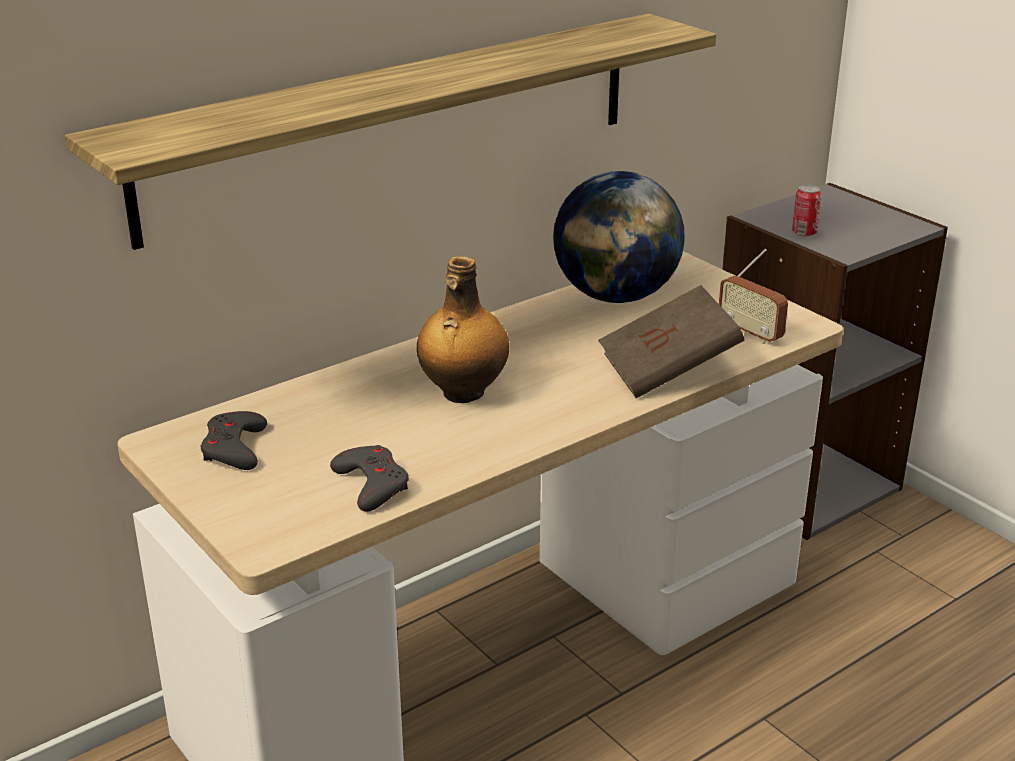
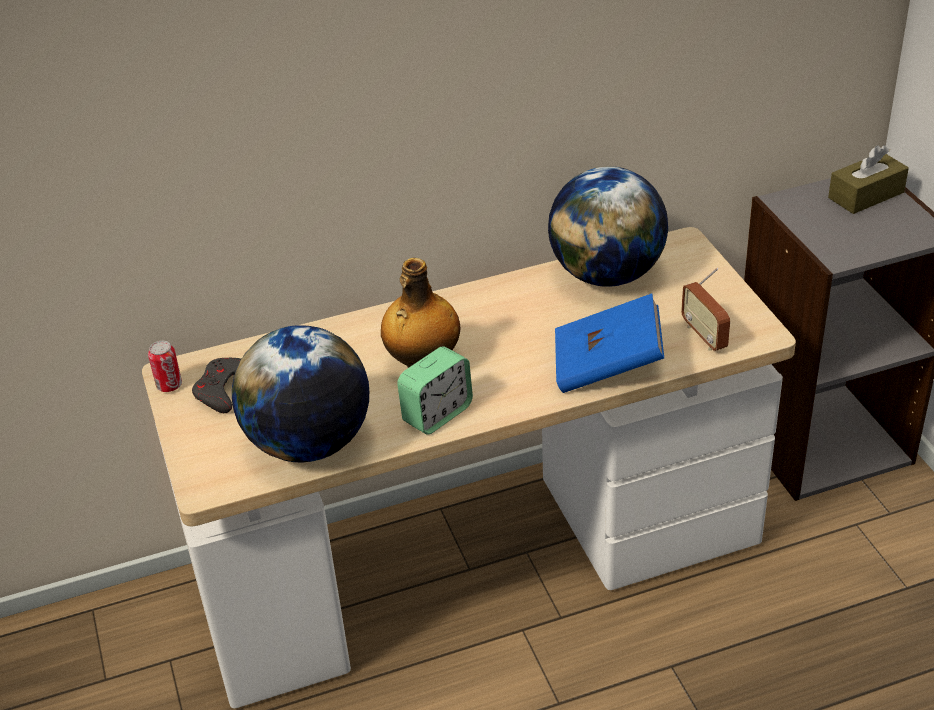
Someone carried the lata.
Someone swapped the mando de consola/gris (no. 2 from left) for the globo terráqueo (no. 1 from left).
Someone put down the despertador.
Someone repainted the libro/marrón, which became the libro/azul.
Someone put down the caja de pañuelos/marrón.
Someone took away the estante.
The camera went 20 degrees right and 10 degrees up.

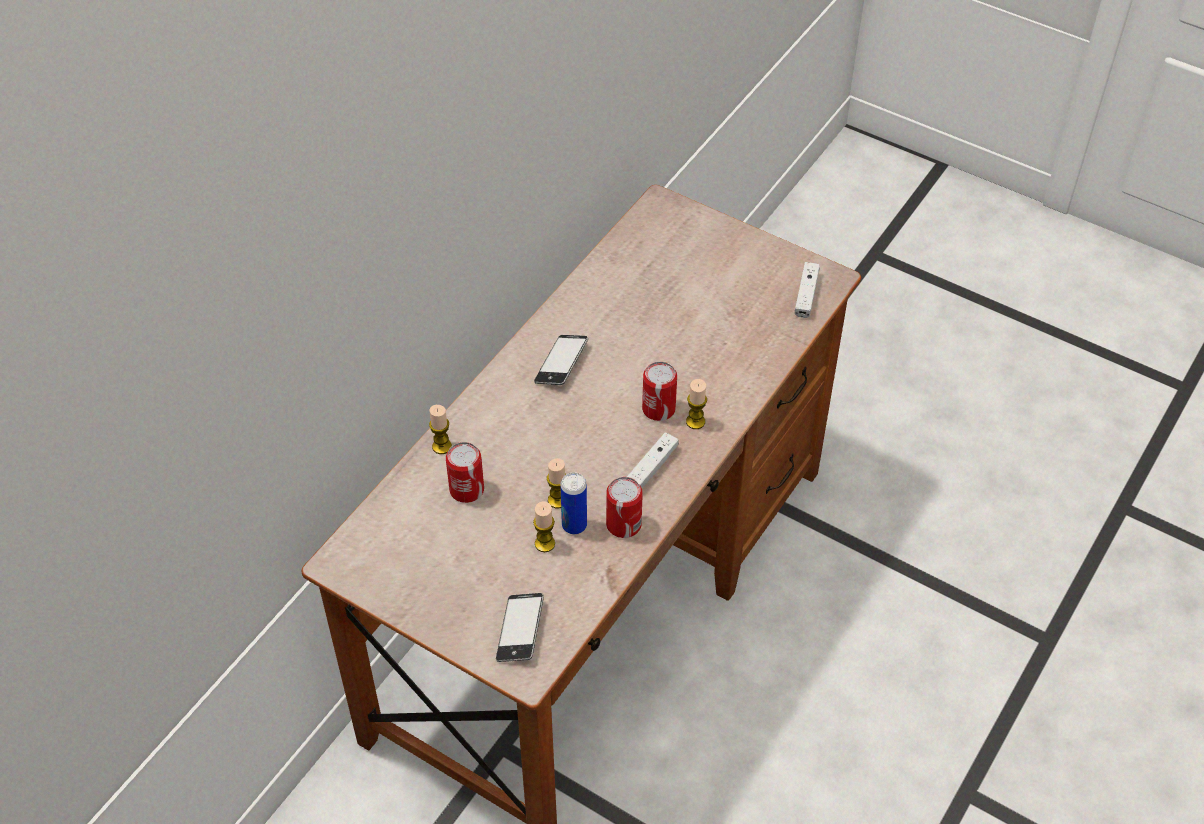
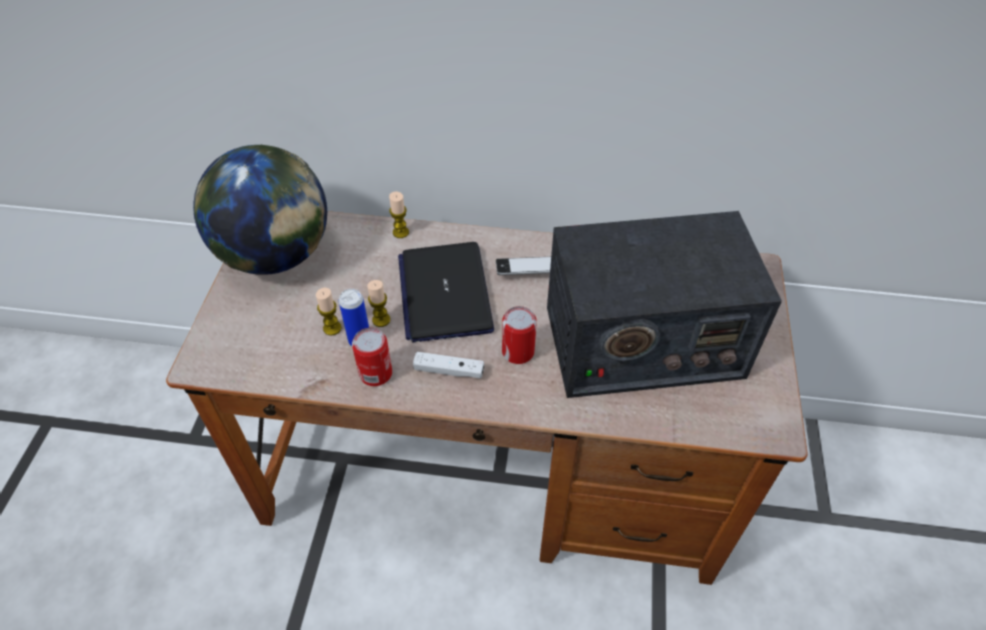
Someone put down the globo terráqueo.
Someone put down the portátil.
Someone put down the radio.
Someone took away the lata (no. 1 from left).
Someone took away the móvil (no. 1 from left).
Someone took away the vela (no. 4 from left).
Someone took away the mando de consola/blanco (no. 2 from left).
The camera went 65 degrees right and 0 degrees up.

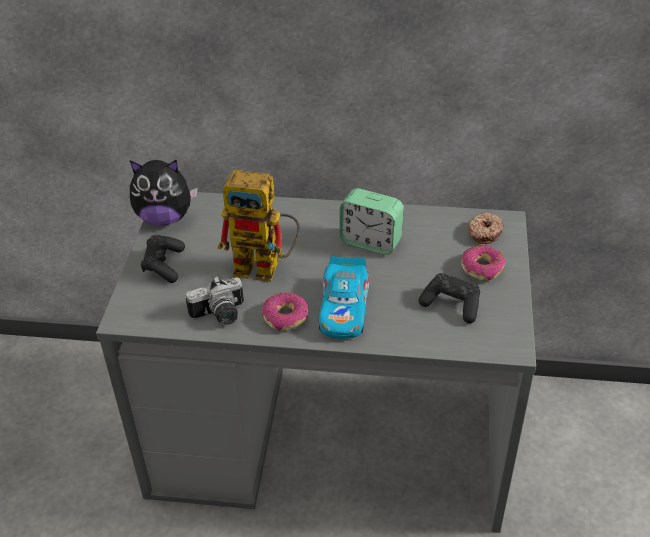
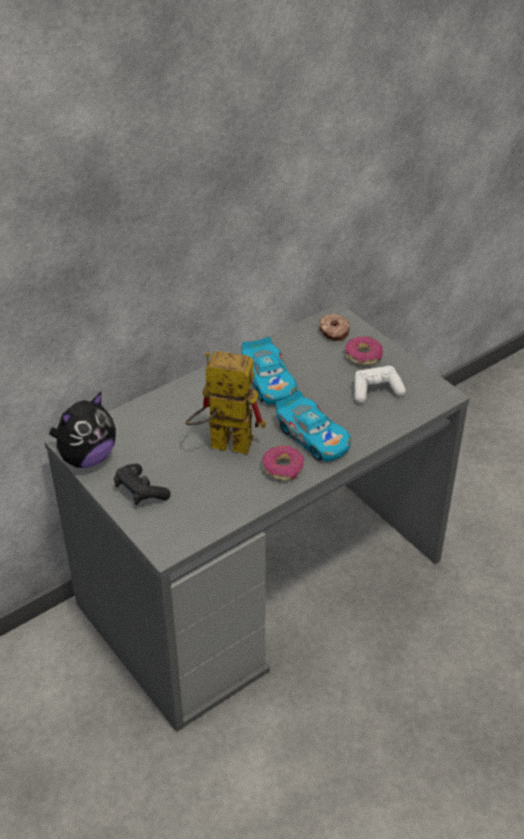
Someone rotated the robot de juguete by 135 degrees counterclockwise.
Someone swapped the despertador for the coche de juguete (no. 1 from left).
Someone repainted the mando de consola/negro (no. 2 from left), which became the mando de consola/blanco.
Someone took away the cámara.
The camera went 45 degrees left and 0 degrees up.

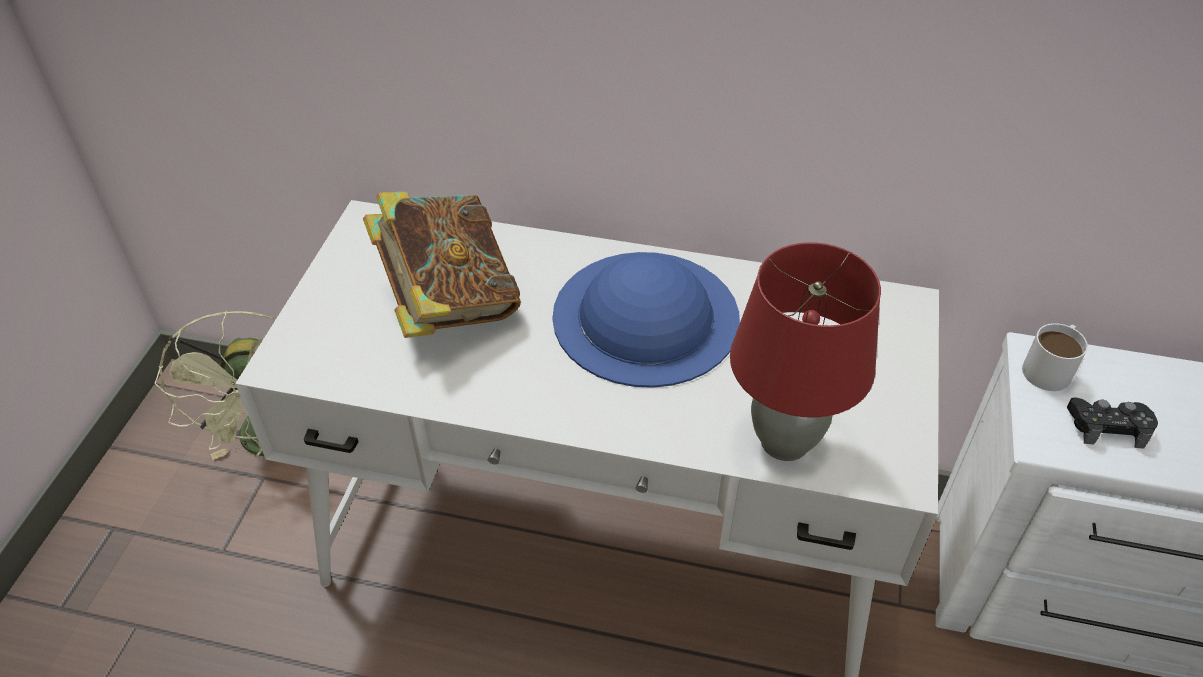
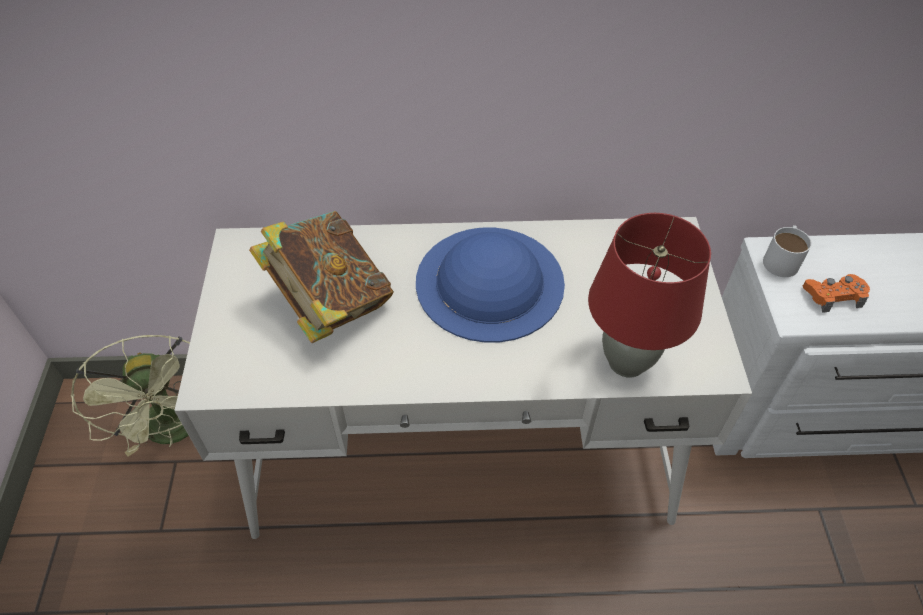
Someone repainted the mando de consola/negro, which became the mando de consola/naranja.
The camera went 15 degrees left and 5 degrees up.

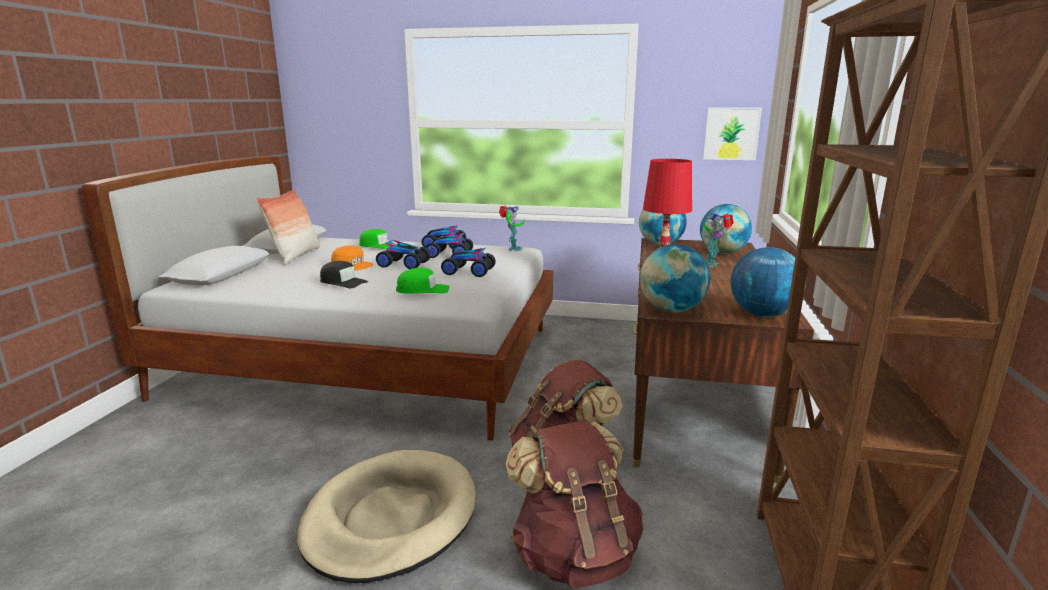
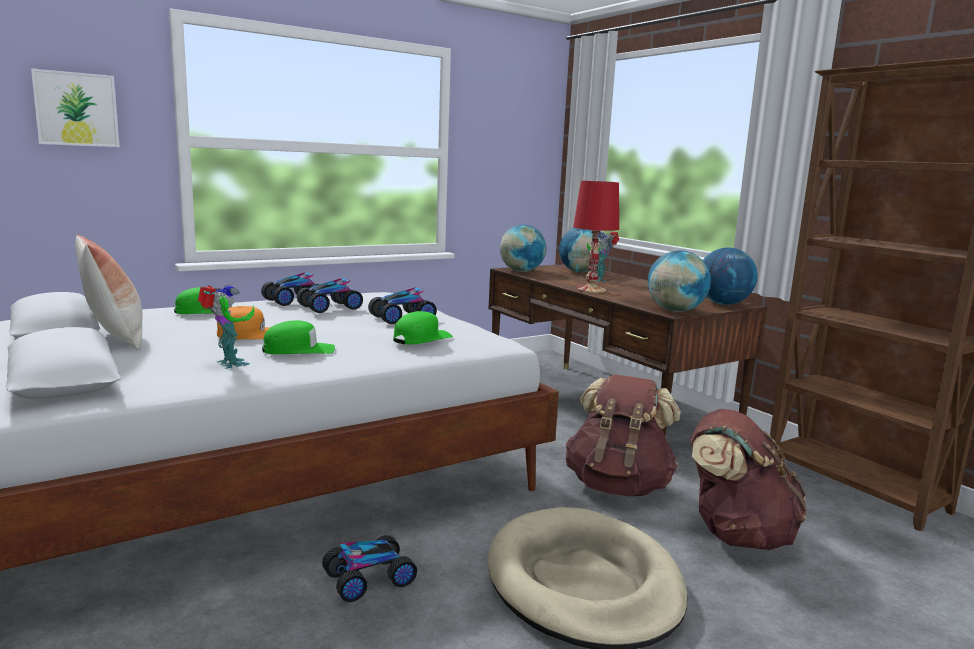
Someone carried the cuadro.
Someone carried the robot de juguete (no. 1 from left).
Someone repainted the gorra/negro, which became the gorra/verde (no. 2 from left).
Someone carried the coche de juguete (no. 1 from left in the first image).
The camera went 45 degrees left and 5 degrees down.

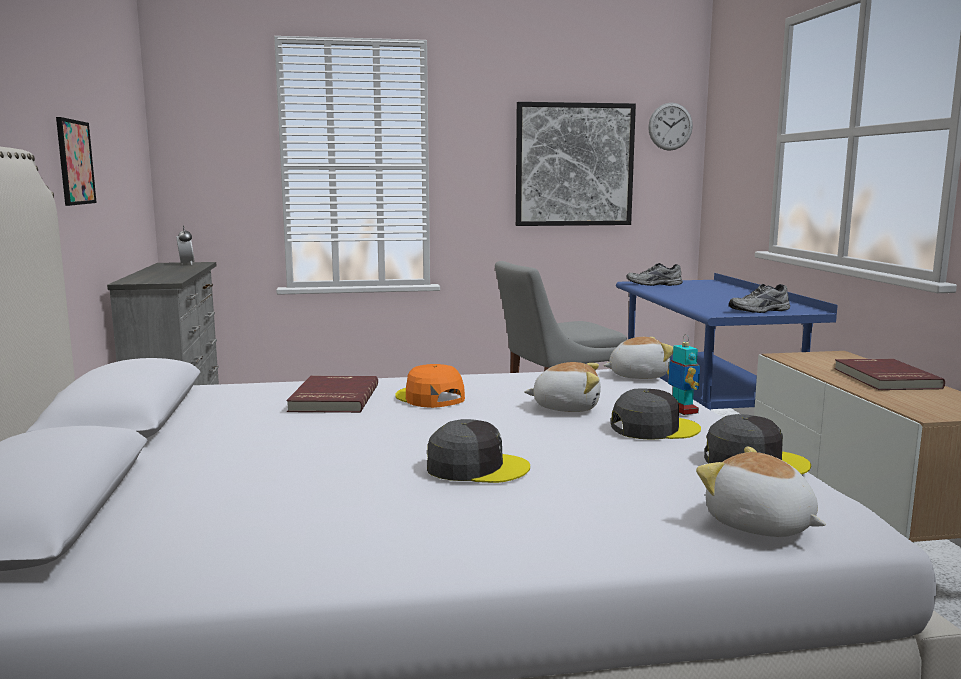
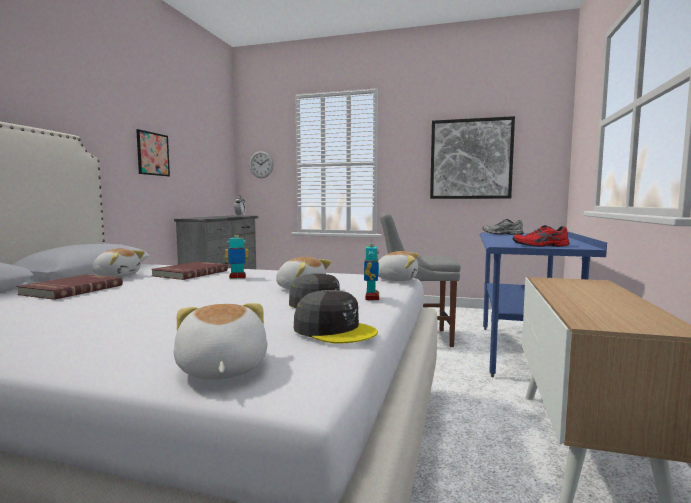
Someone carried the libro/rojo (no. 2 from left in the first image).
Someone put down the peluche (no. 1 from left).
Someone swapped the gorra/naranja for the robot de juguete (no. 1 from left).
Someone carried the reloj de pared.
Someone repainted the zapato/gris (no. 2 from left), which became the zapato/rojo.
Someone took away the gorra/gris (no. 1 from left).
The camera went 25 degrees right and 5 degrees down.

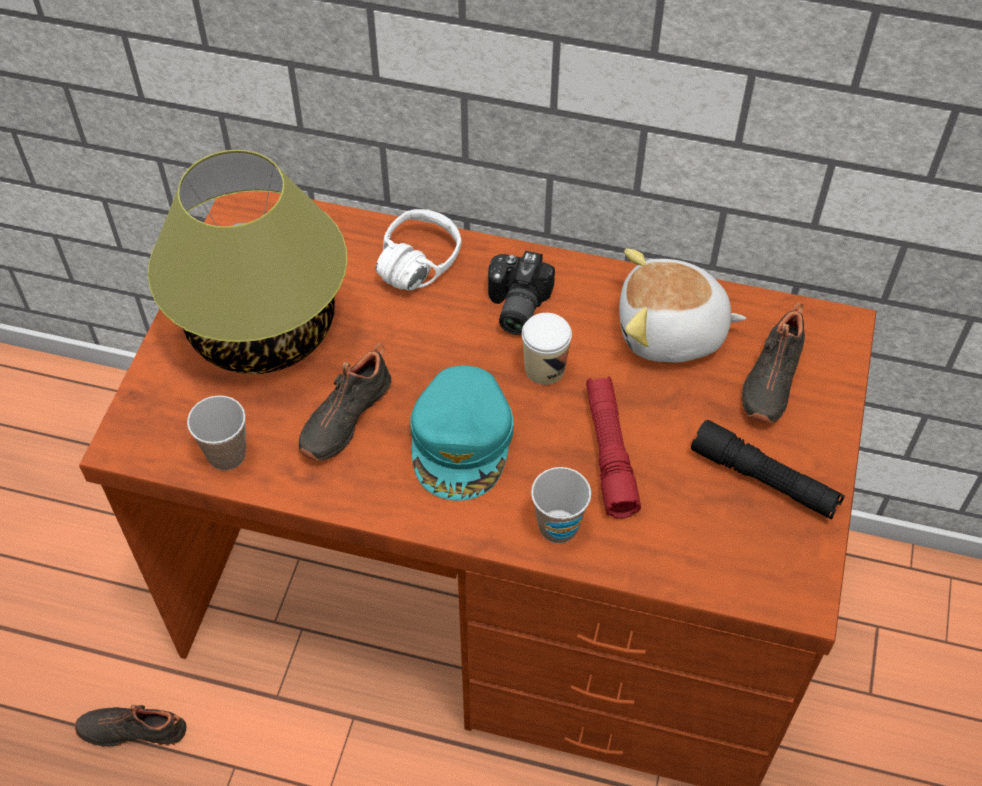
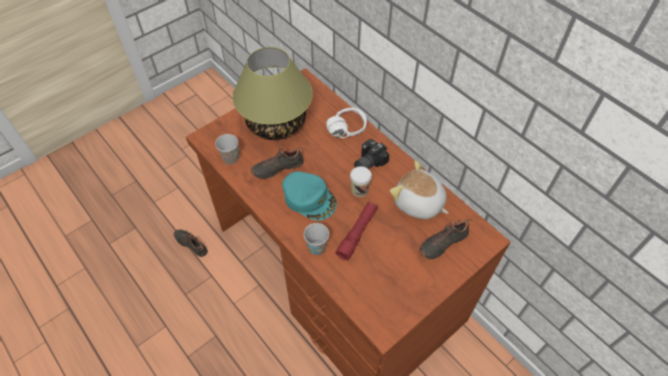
Someone rotated the gorra/turquesa by 90 degrees counterclockwise.
Someone took away the linterna/negro.
The camera went 35 degrees right and 0 degrees up.

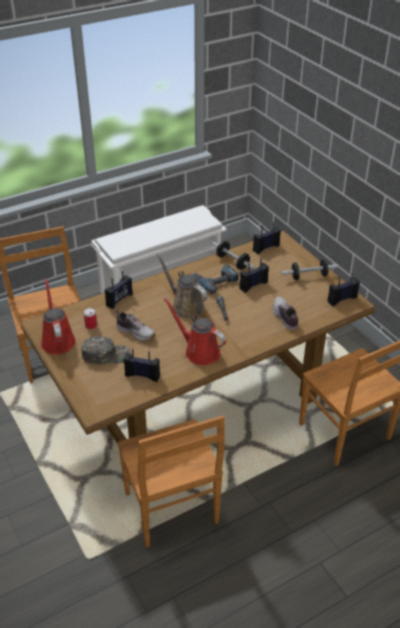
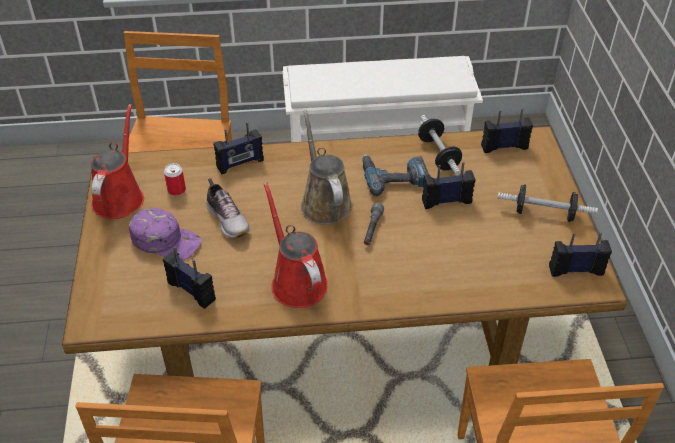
Someone repainted the gorra/verde, which became the gorra/morado.
Someone took away the zapato (no. 2 from left).
The camera went 25 degrees right and 5 degrees up.

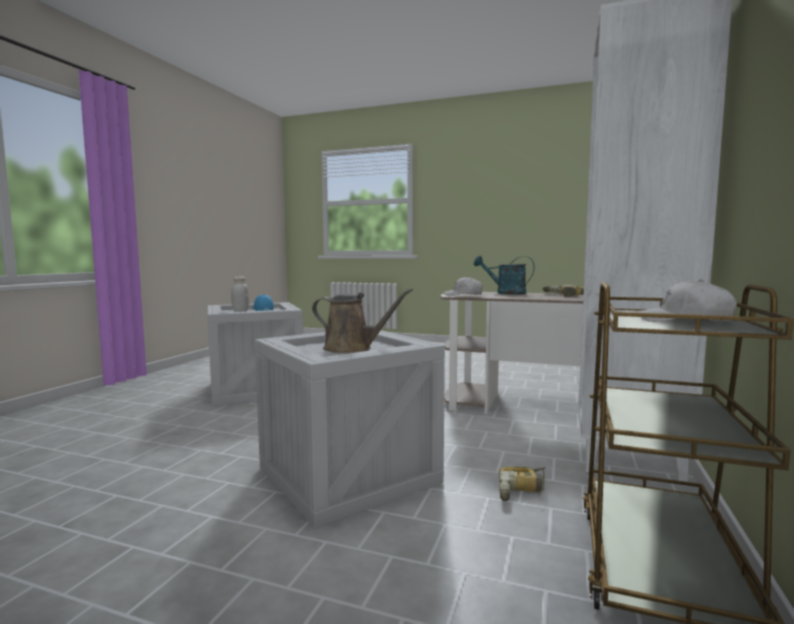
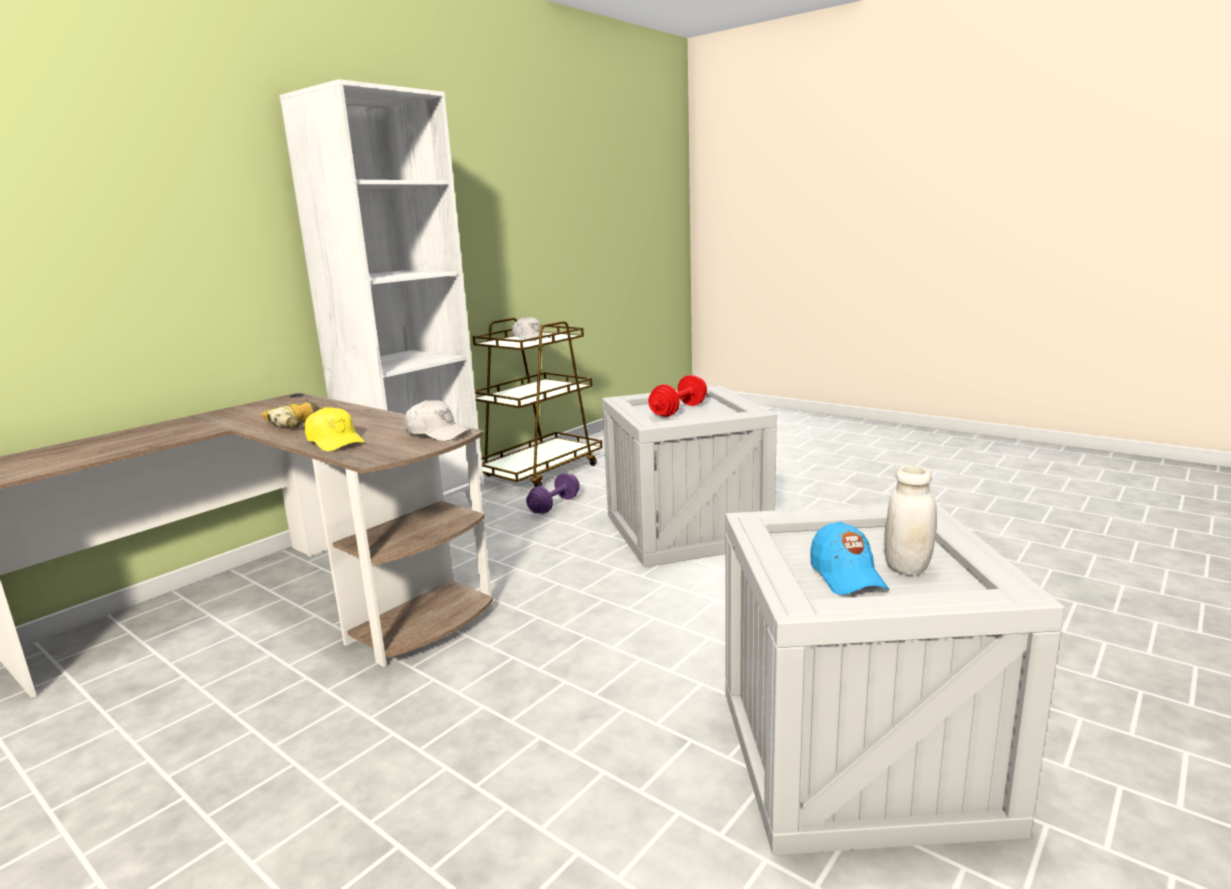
Someone swapped the regadera/turquesa for the gorra/amarillo.
Someone swapped the taladro (no. 1 from left) for the mancuerna/morado.
Someone swapped the regadera/marrón for the mancuerna/rojo.
The camera went 160 degrees left and 10 degrees up.

